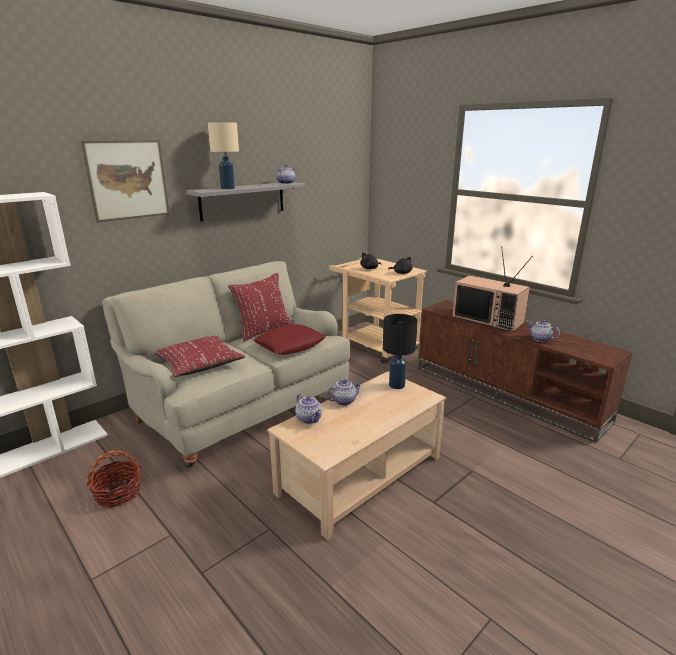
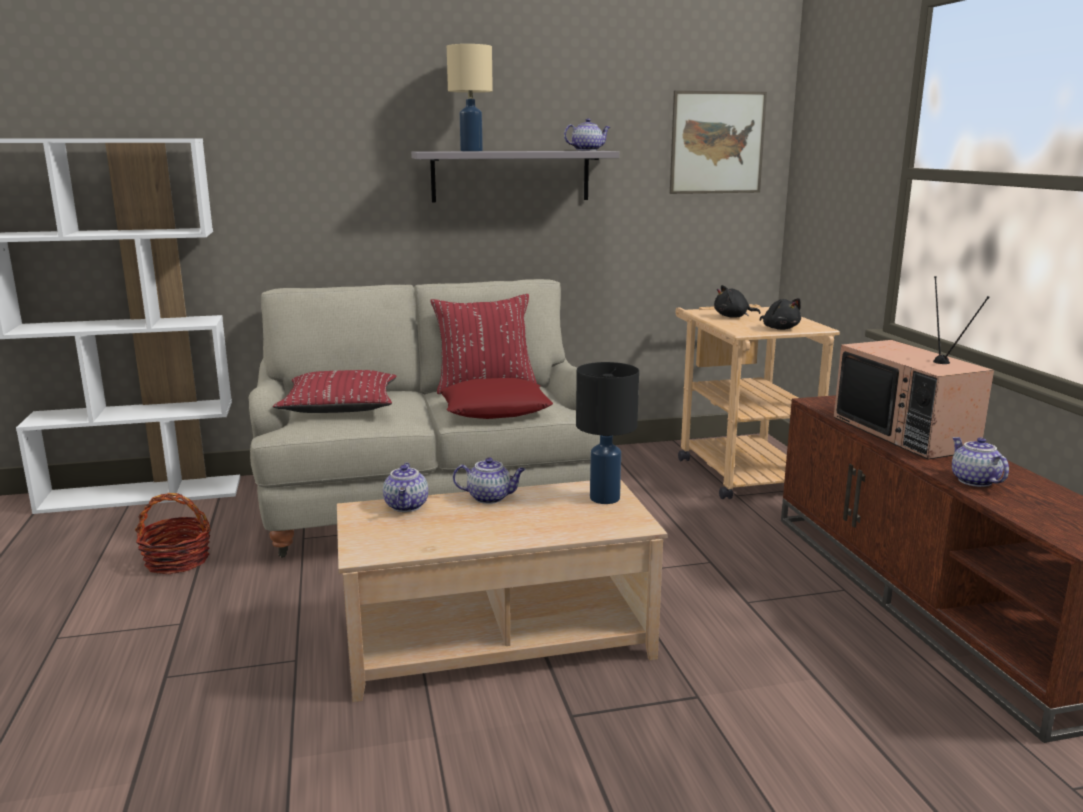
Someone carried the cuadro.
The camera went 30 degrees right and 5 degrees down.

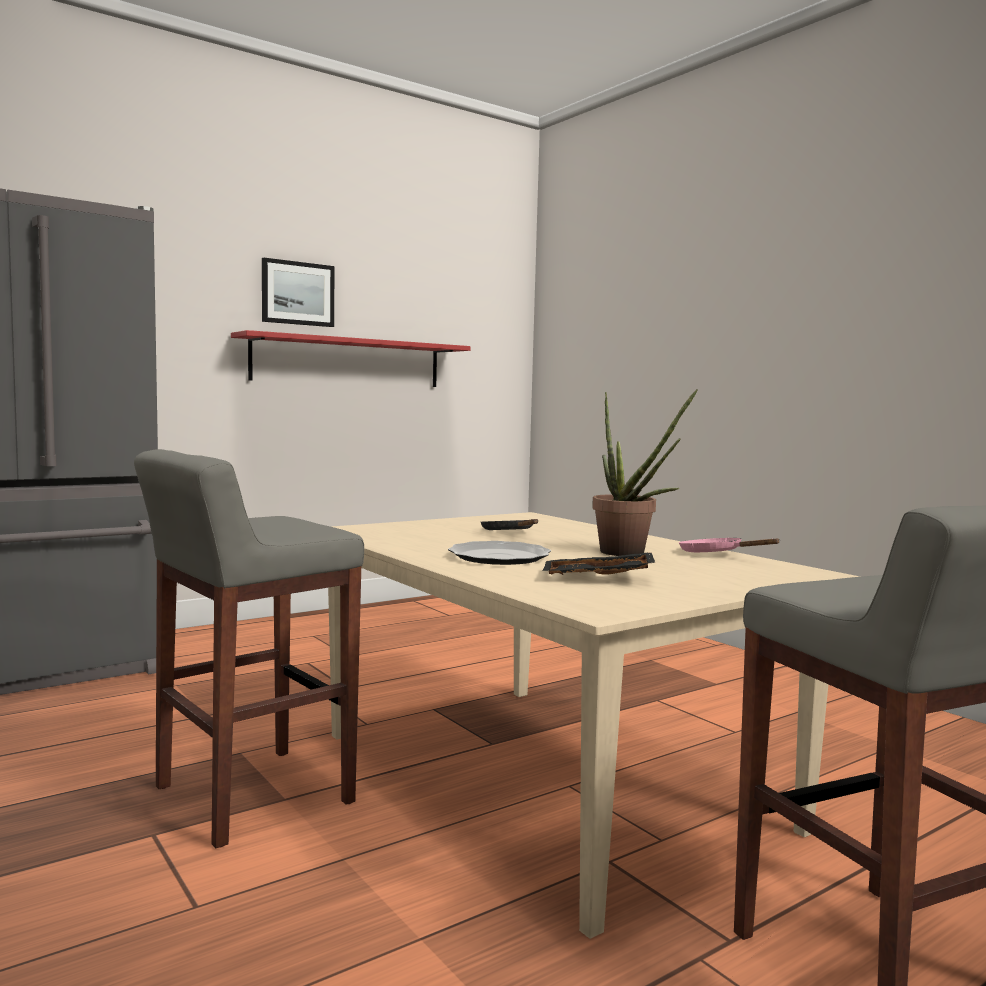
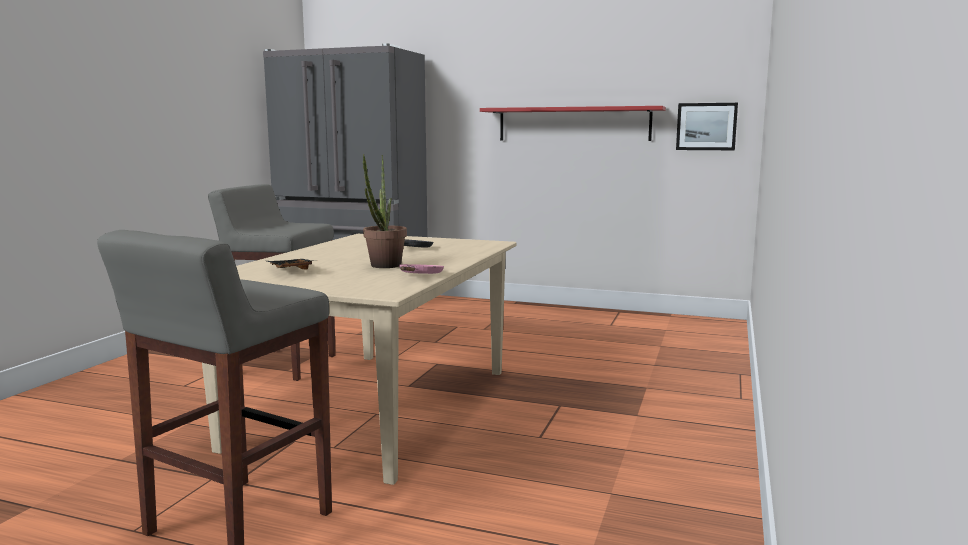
Someone carried the cuadro.
Someone took away the plato.
The camera went 55 degrees right and 5 degrees up.

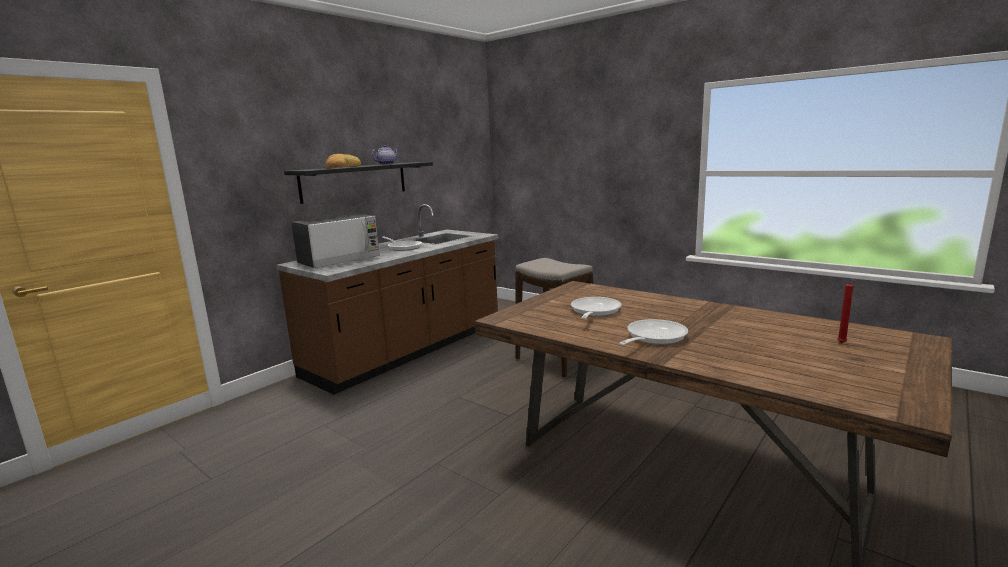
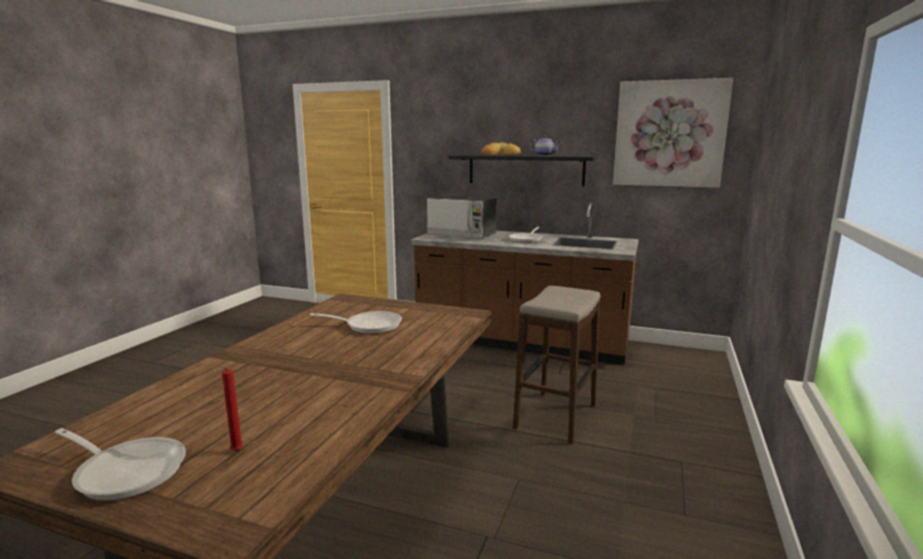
Someone carried the sartén (no. 3 from left in the first image).
Someone put up the cuadro.
The camera went 70 degrees right and 0 degrees up.

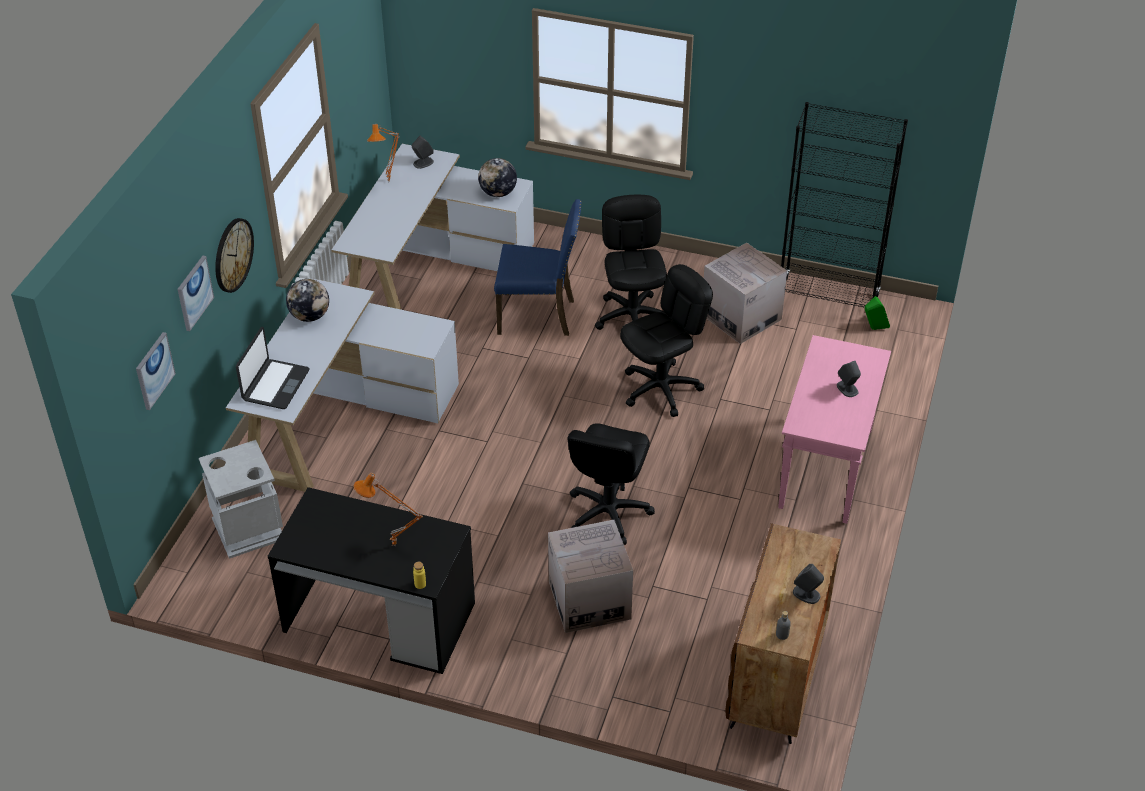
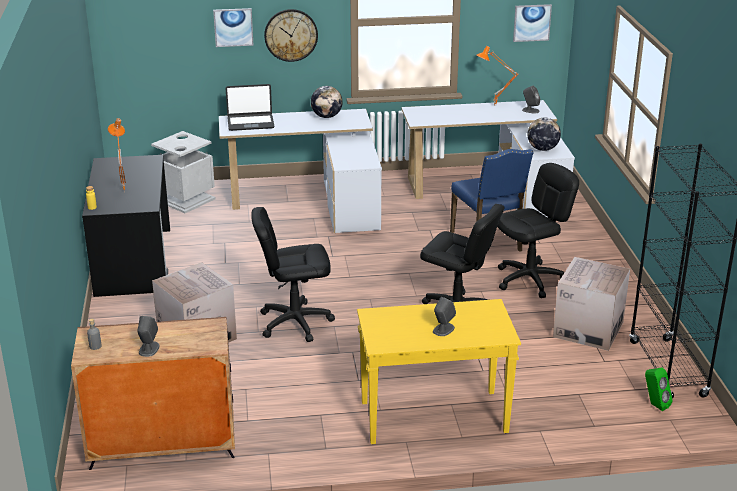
Someone repainted the mesa consola/rosa, which became the mesa consola/amarillo.
Someone carried the cuadro (no. 1 from left in the first image).
The camera went 65 degrees right and 15 degrees down.

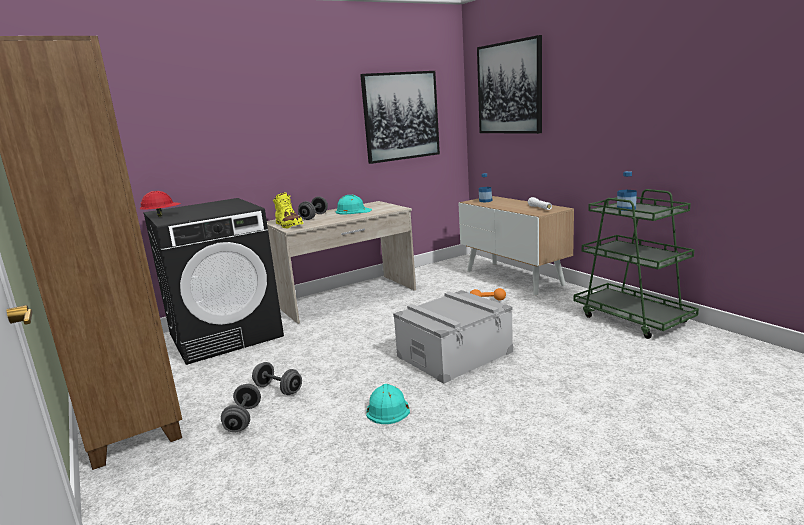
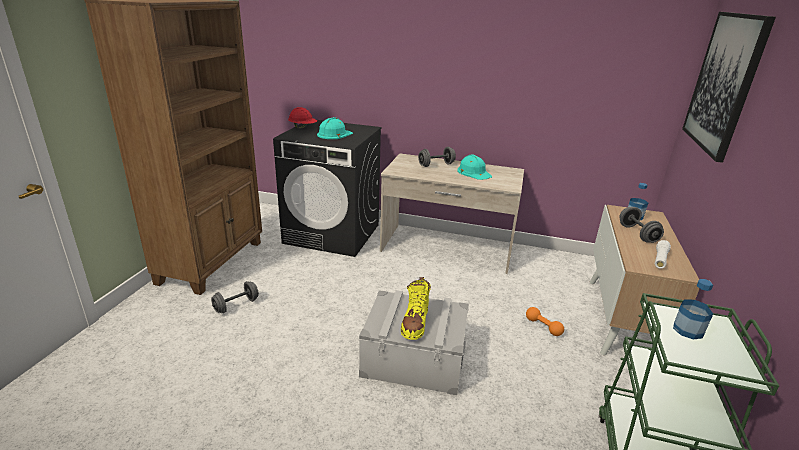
Someone carried the casco/turquesa (no. 2 from left in the first image).
Someone carried the bota/amarillo.
Someone carried the mancuerna/gris (no. 2 from left in the first image).
Someone took away the cuadro (no. 1 from left).
The camera went 45 degrees right and 10 degrees up.

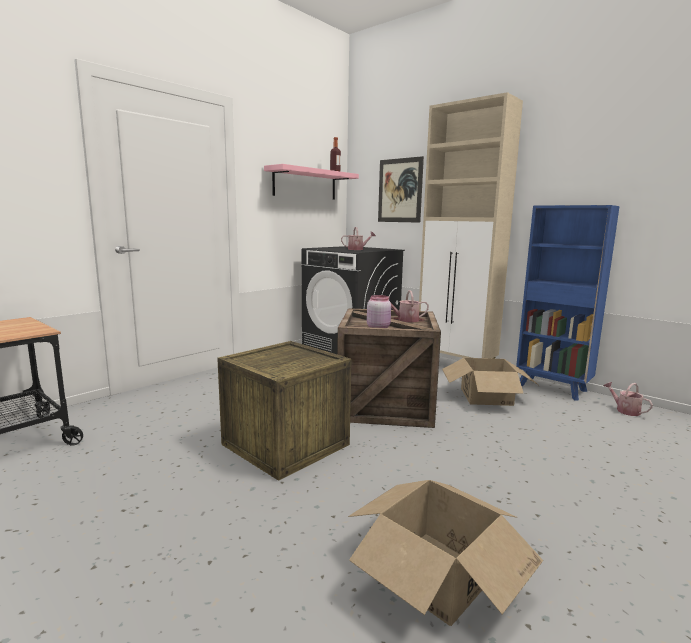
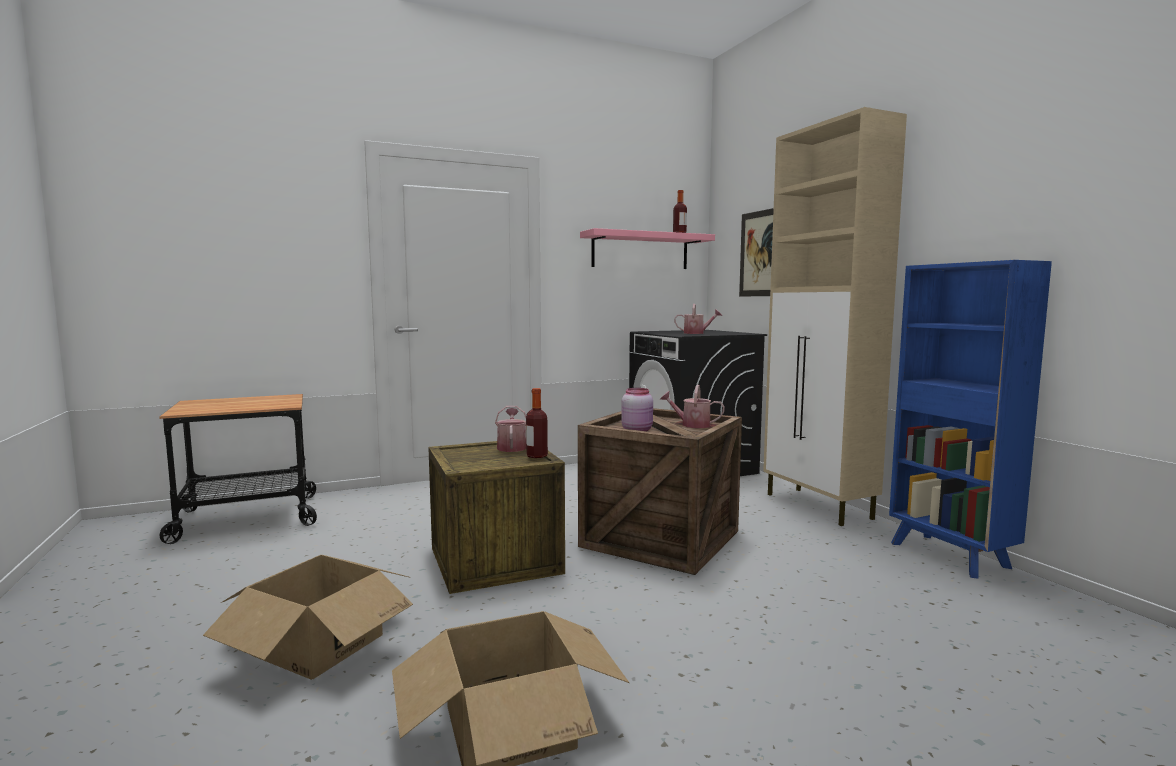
Someone carried the caja de cartón (no. 2 from left in the first image).
Someone carried the regadera (no. 3 from left in the first image).
Someone put down the botella (no. 1 from left).
The camera went 25 degrees right and 5 degrees down.

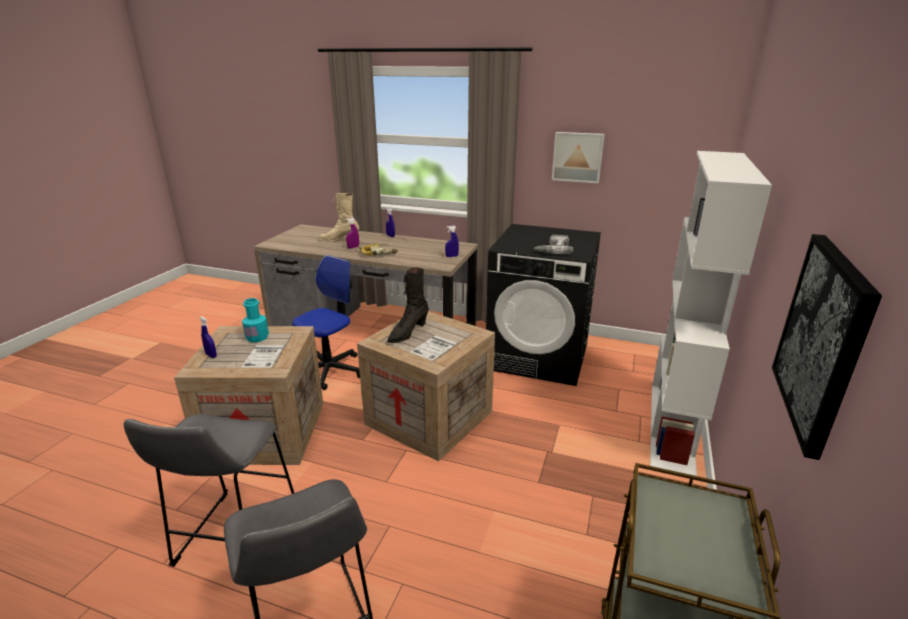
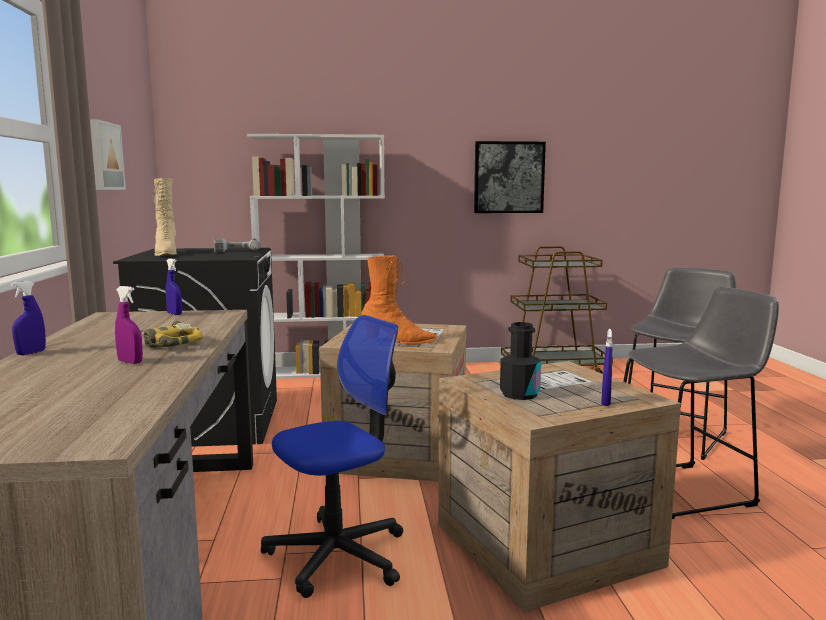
Someone carried the bota/beis.
Someone rotated the silla de oficina by 135 degrees clockwise.
Someone repainted the bota/negro, which became the bota/naranja.
Someone repainted the botella/turquesa, which became the botella/negro.
The camera went 115 degrees left and 15 degrees down.

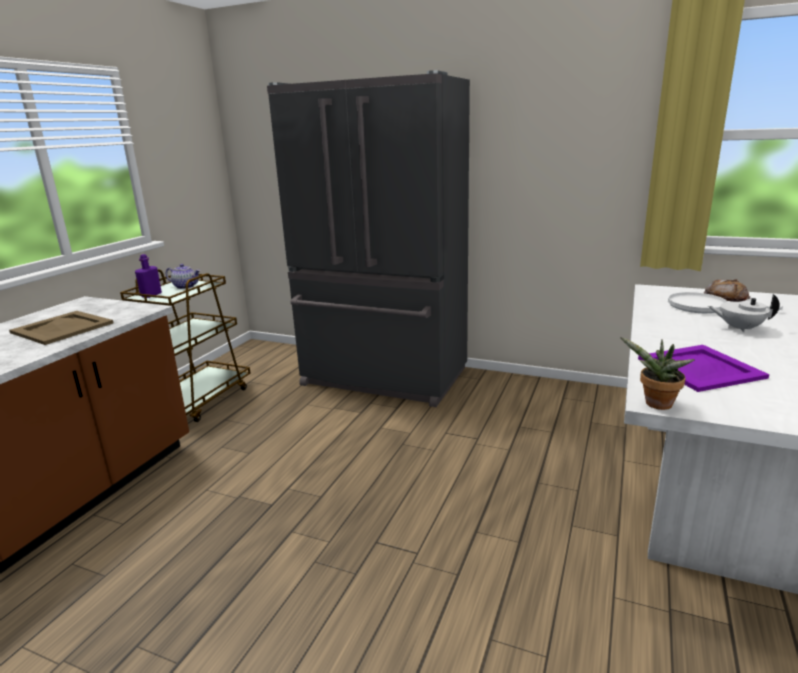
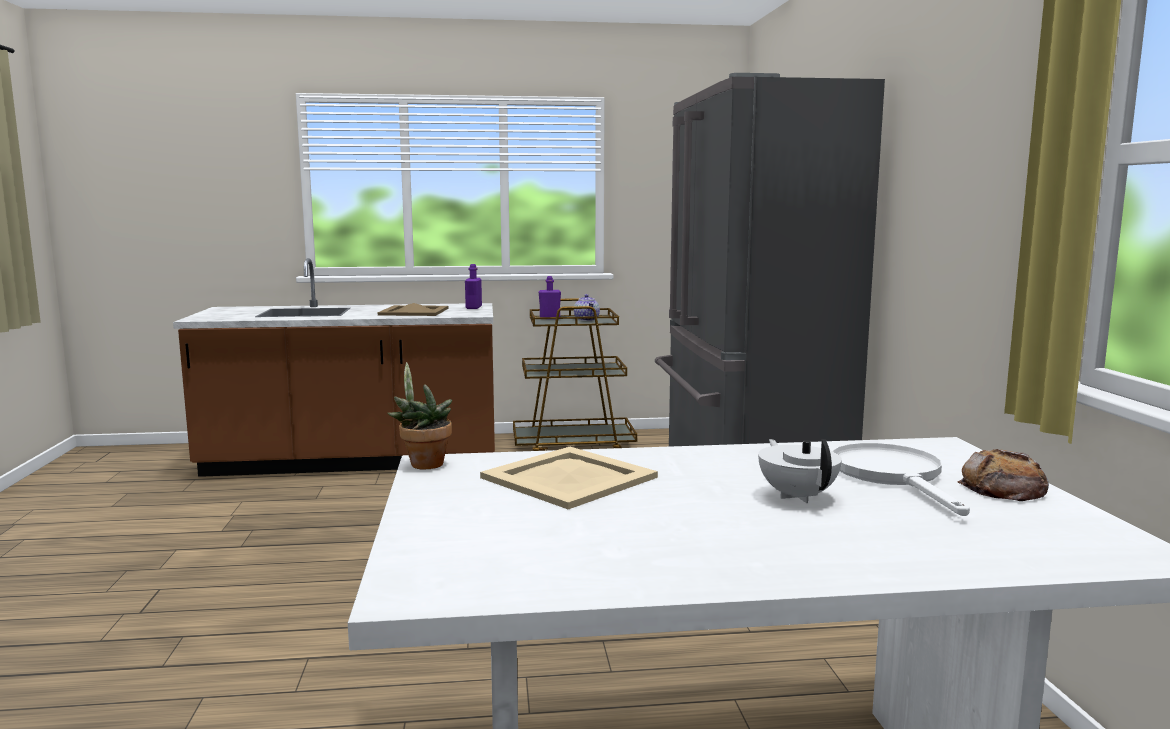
Someone put down the botella/morado (no. 1 from left).
Someone repainted the bandeja/morado, which became the bandeja/beis (no. 2 from left).
The camera went 60 degrees right and 10 degrees down.

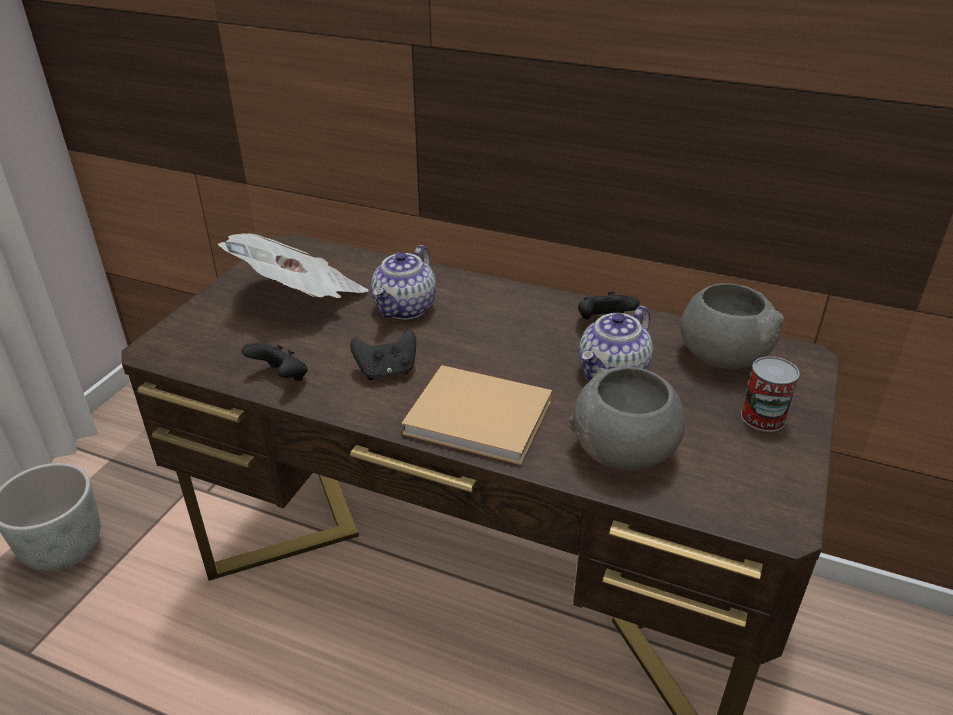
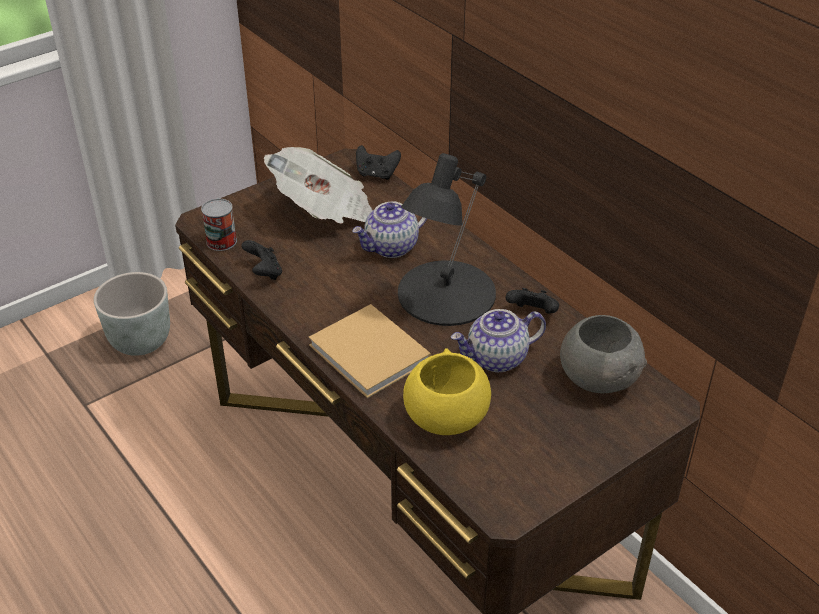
Someone carried the lata.
Someone carried the mando de consola/negro (no. 2 from left).
Someone put down the lámpara de mesa/negro.
Someone repainted the cuenco/gris (no. 1 from left), which became the cuenco/amarillo.
The camera went 30 degrees right and 5 degrees up.

